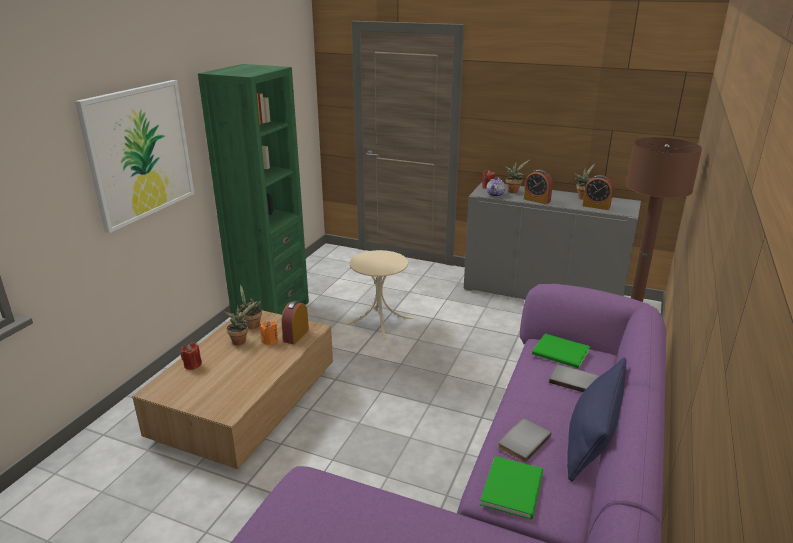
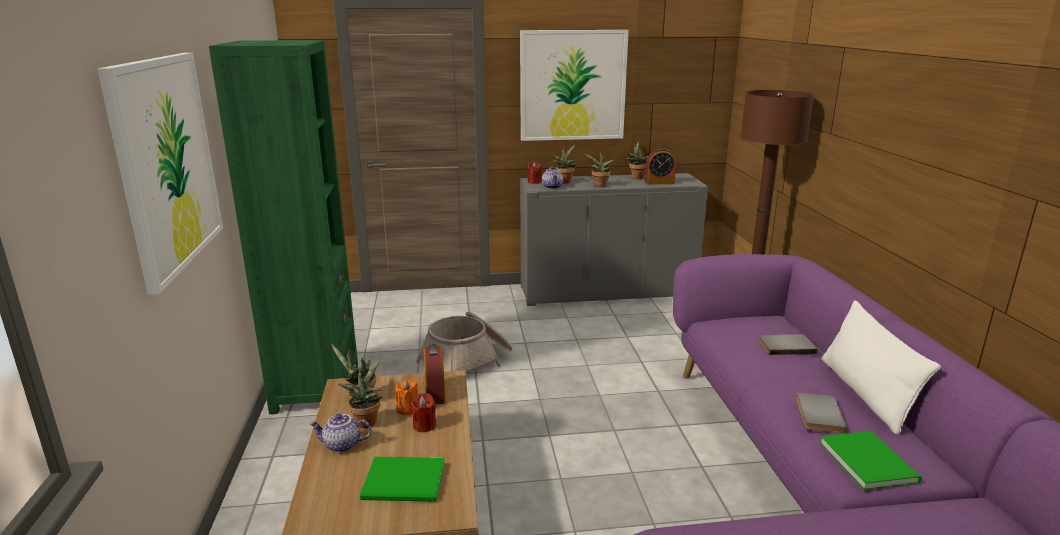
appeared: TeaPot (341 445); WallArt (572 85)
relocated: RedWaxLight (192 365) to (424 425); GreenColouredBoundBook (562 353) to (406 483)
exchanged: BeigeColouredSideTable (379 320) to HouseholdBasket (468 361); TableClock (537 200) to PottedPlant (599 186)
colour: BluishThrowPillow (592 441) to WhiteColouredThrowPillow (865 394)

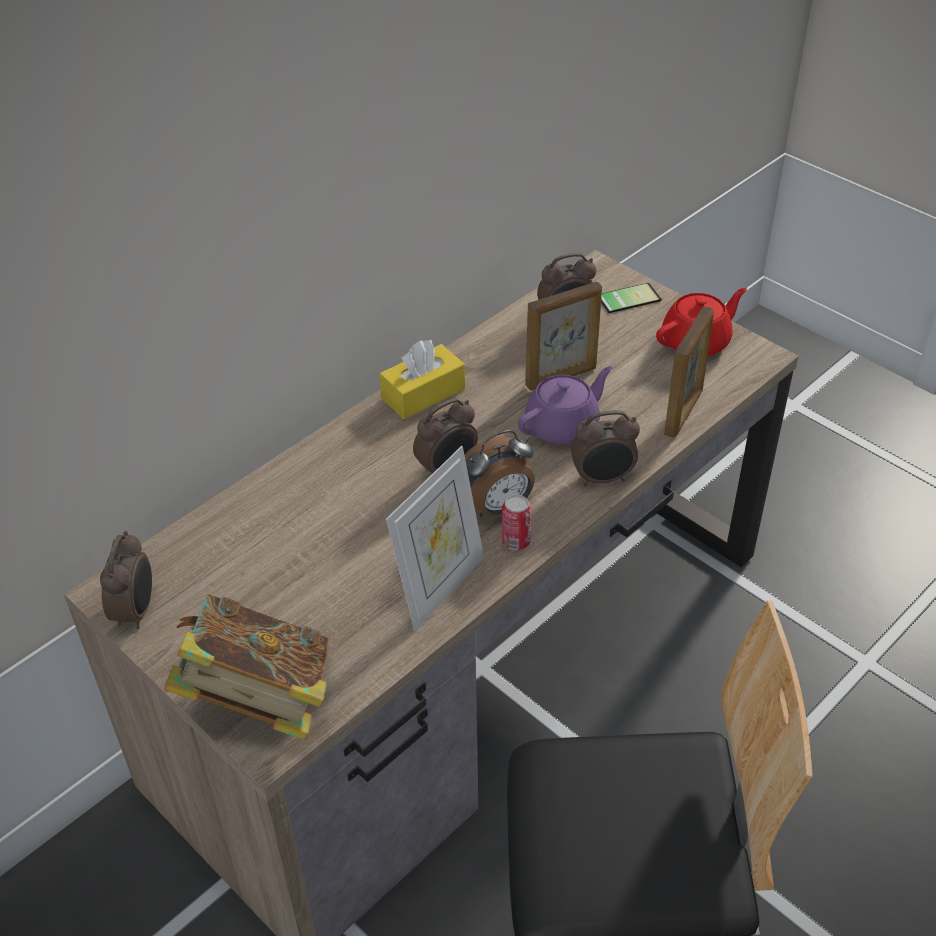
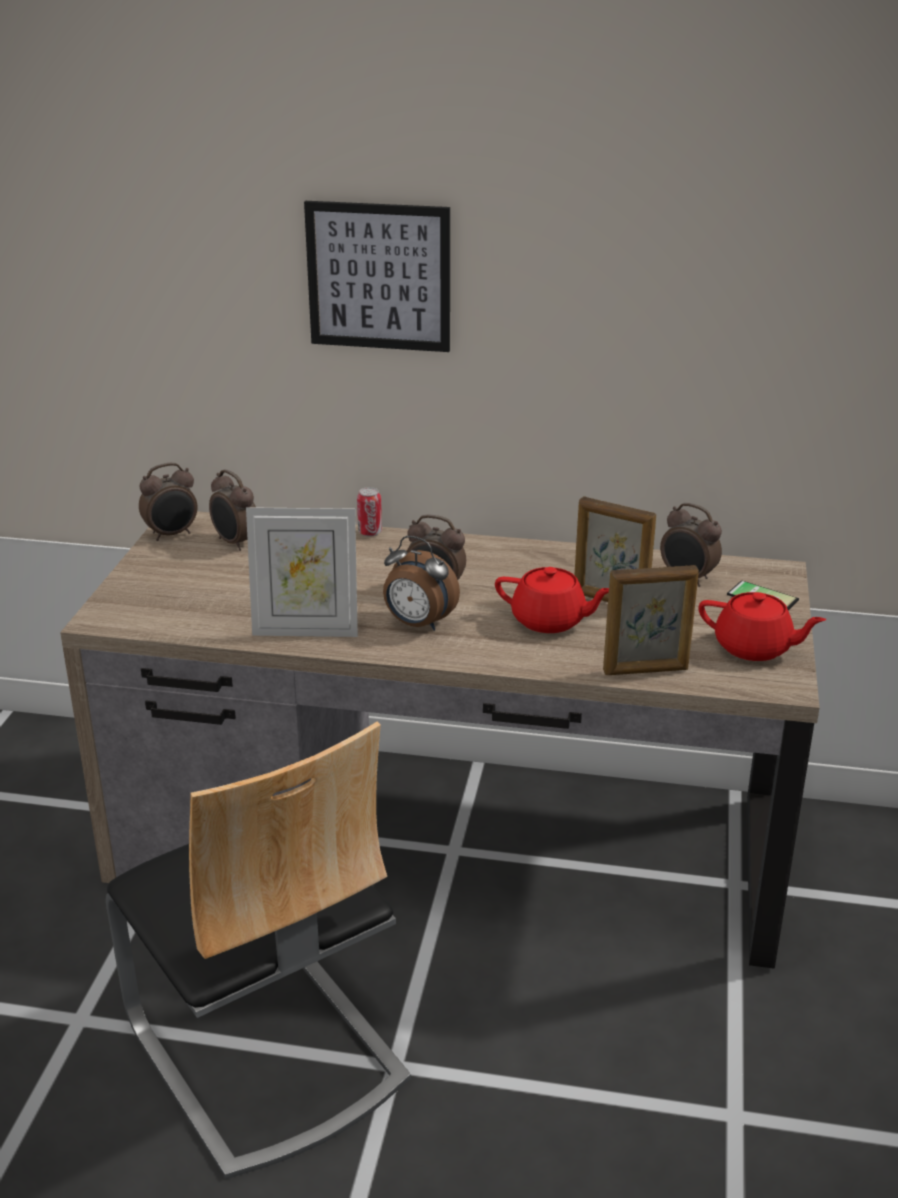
missing: BoundBook (259 699); YellowishTissueBox (423 393)
appeared: WallArt (379 276)
relocated: Can (516 541) to (370 532); TableClock (603 479) to (235 543)
colour: PurpleTeaPot (563 426) to RedTeaPot (550 621)

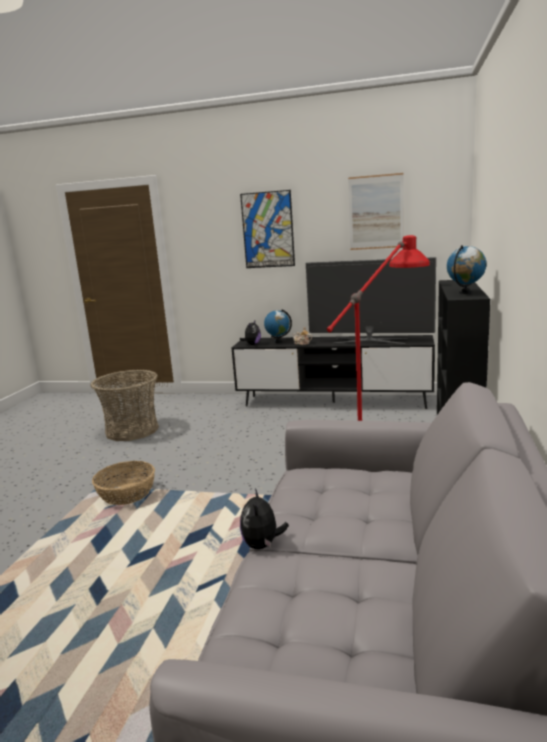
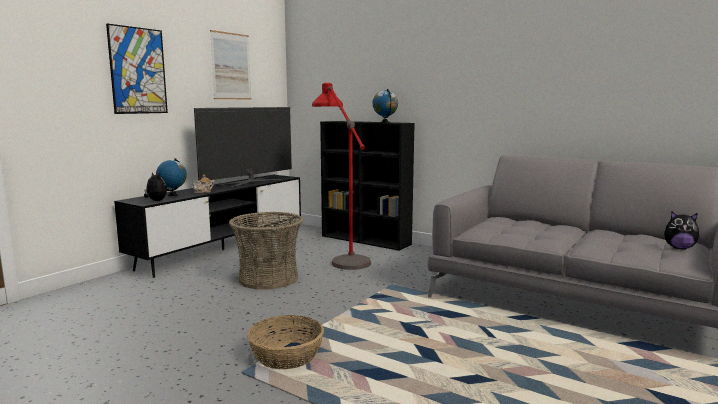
relocated: HouseholdBasket (132 430) to (268 278); PlushToy (262 545) to (679 248)

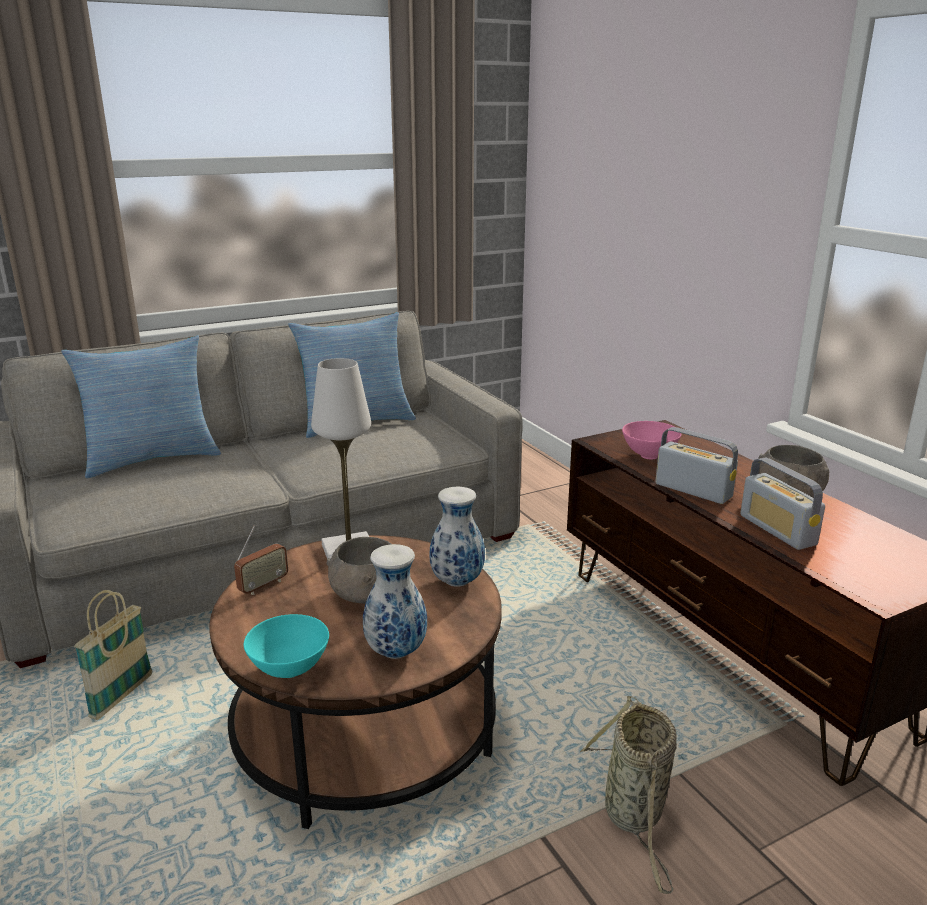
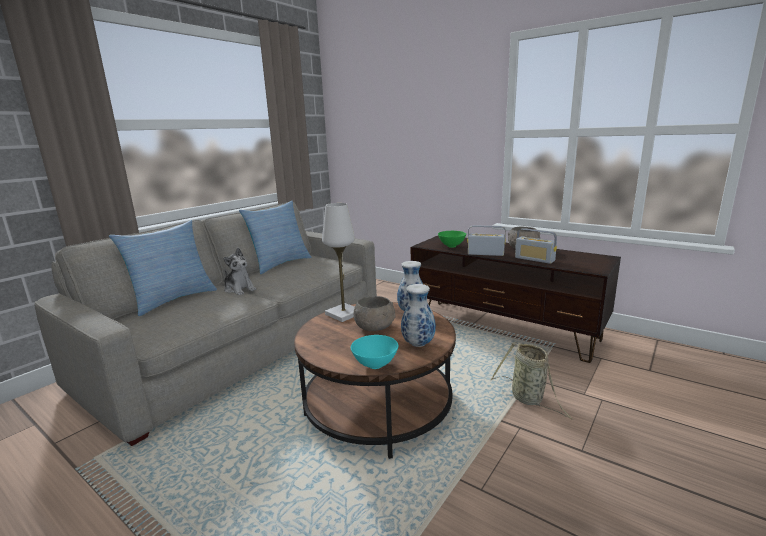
missing: HouseholdBasket (122 697); RadioReceiver (263 586)
appeared: PlushToy (239 289)
colour: PinkColouredServingBowl (649 456) to GreenColouredServingBowl (452 246)

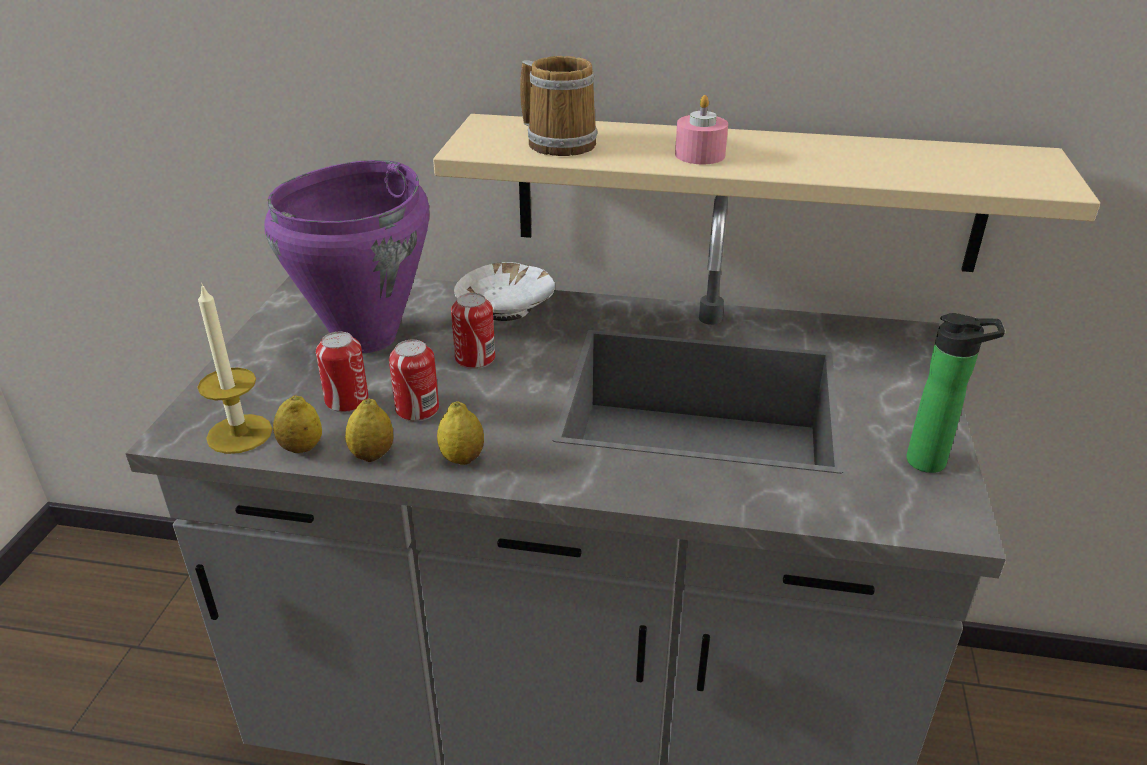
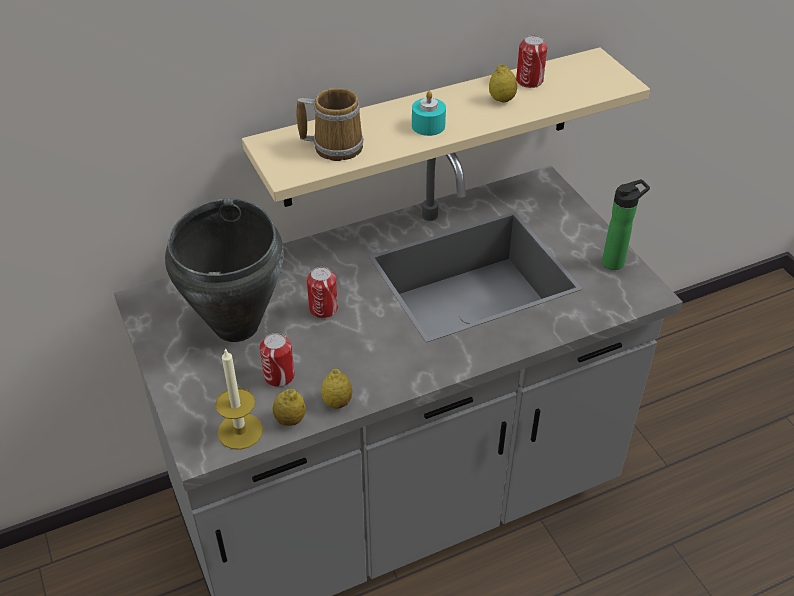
missing: WhiteColouredServingBowl (506 307)
relocated: Can (417 409) to (529 81); WholeLemon (462 458) to (502 99)
colour: PurpleCookingPot (368 338) to BlackishCookingPot (237 325); PinkColouredWaxLight (700 155) to TurquoiseWaxLight (428 126)

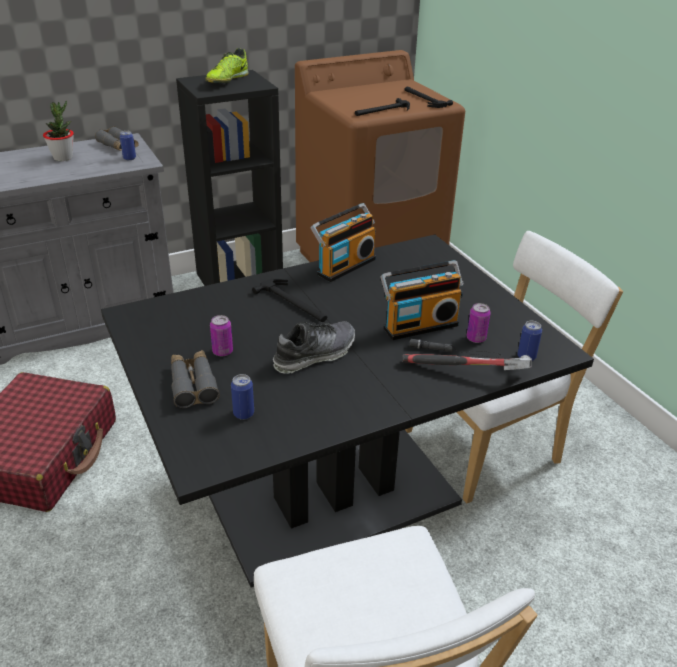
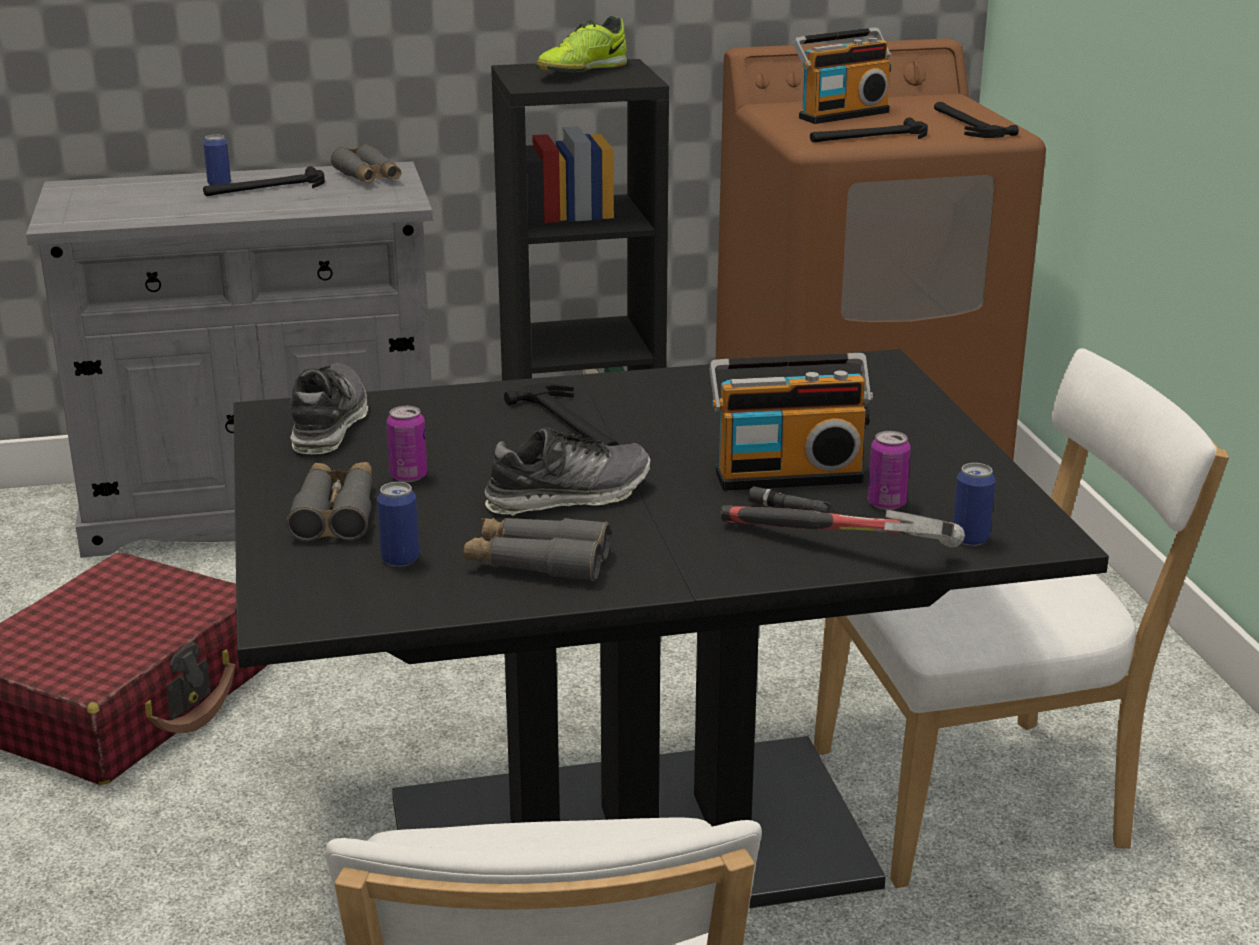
appeared: Shoe (328 425); GreyPairOfBinoculars (537 562)
relocated: Can (129 158) to (219 184); RadioReceiver (344 266) to (841 114)
exchanged: PottedPlant (63 158) to Hammer (265 188)

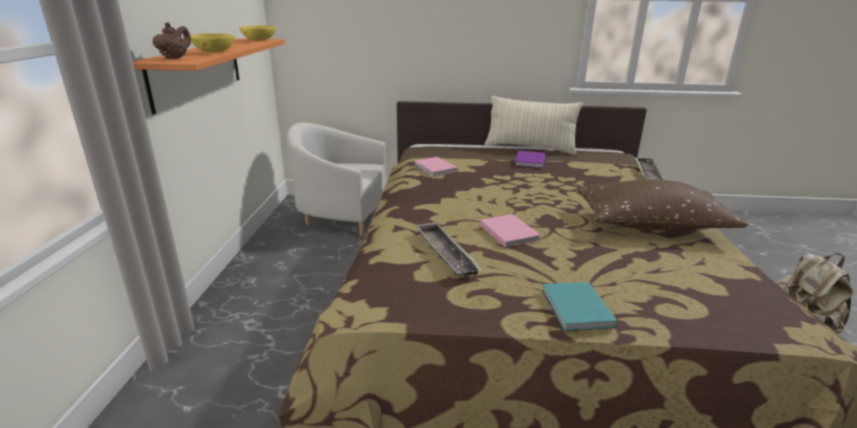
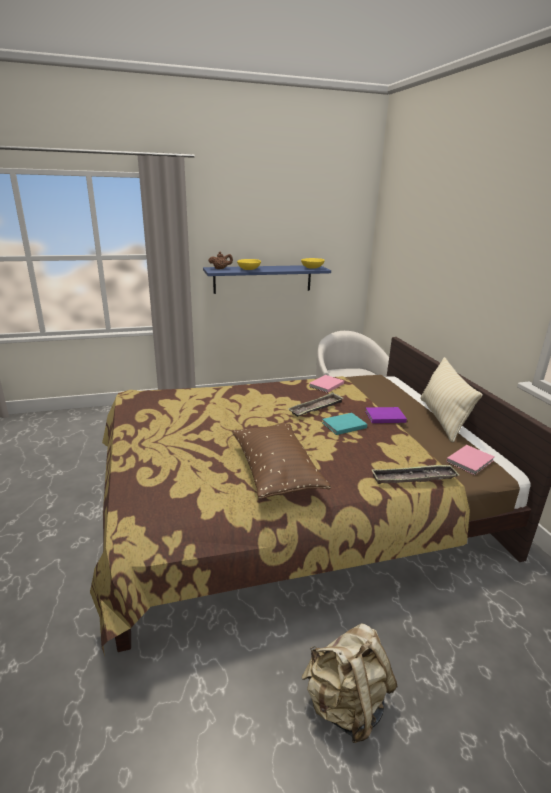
relocated: ServingTray (445 253) to (316 408); PinkColouredBoundBook (509 232) to (471 461); TurquoiseBoundBook (576 309) to (343 425)
colour: OrangeColouredBracketShelf (197 71) to BluishBracketShelf (263 279)

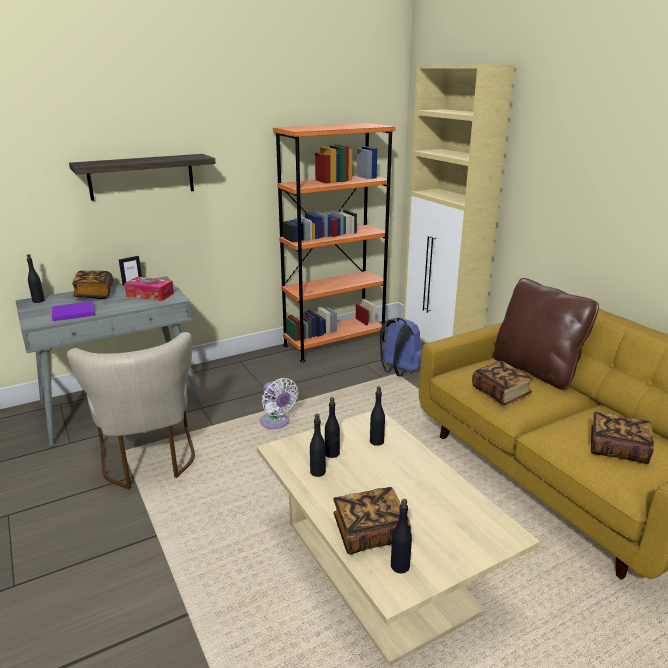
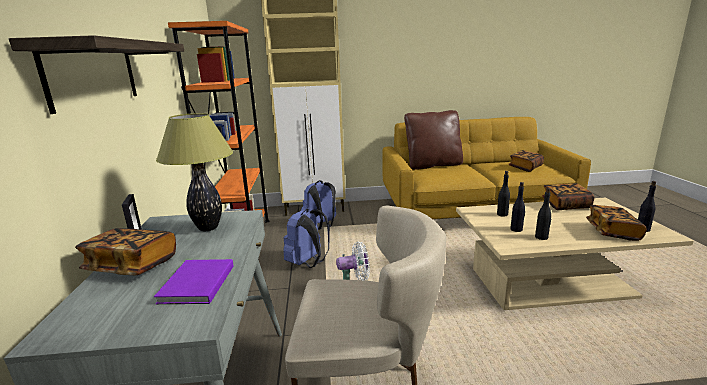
missing: BlackishBottle (38 301)
appeared: BluishRucksack (308 263)
relocated: BoundBook (500 393) to (565 205)
exchanged: TissueBox (150 295) to TabletopLamp (208 228)

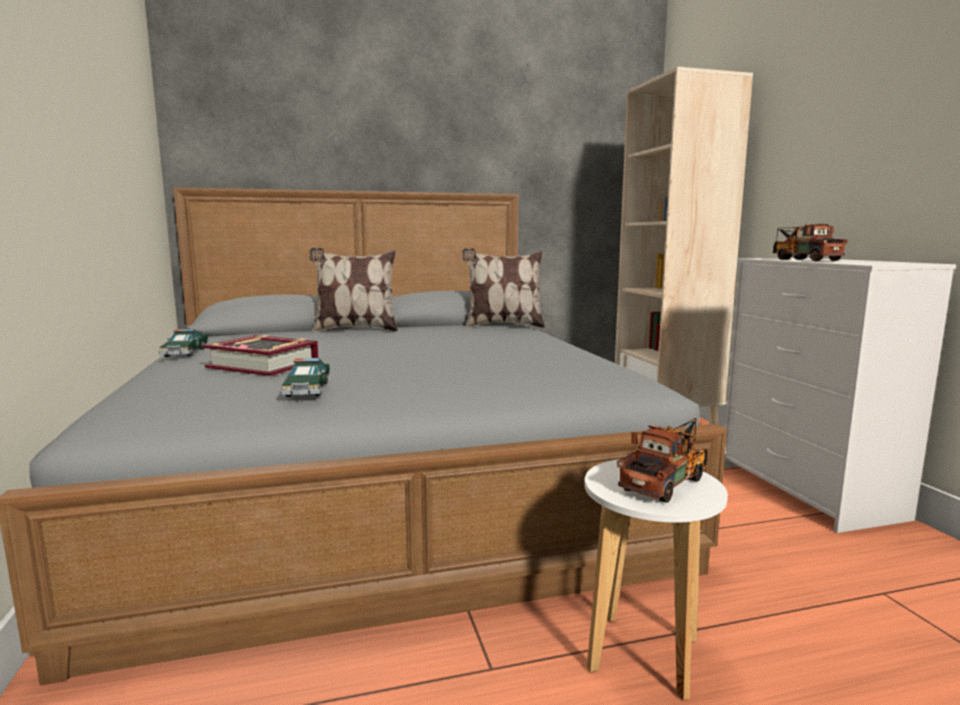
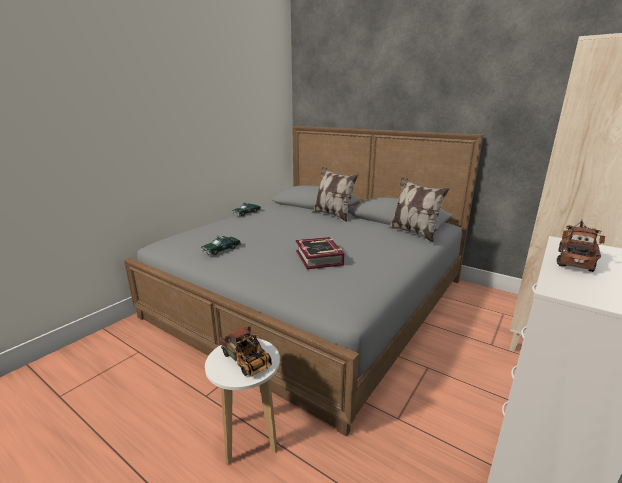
relocated: BoundBook (264 365) to (319 258)
spun: ToyTruck (667 481) = (248 362) 45 degrees clockwise

